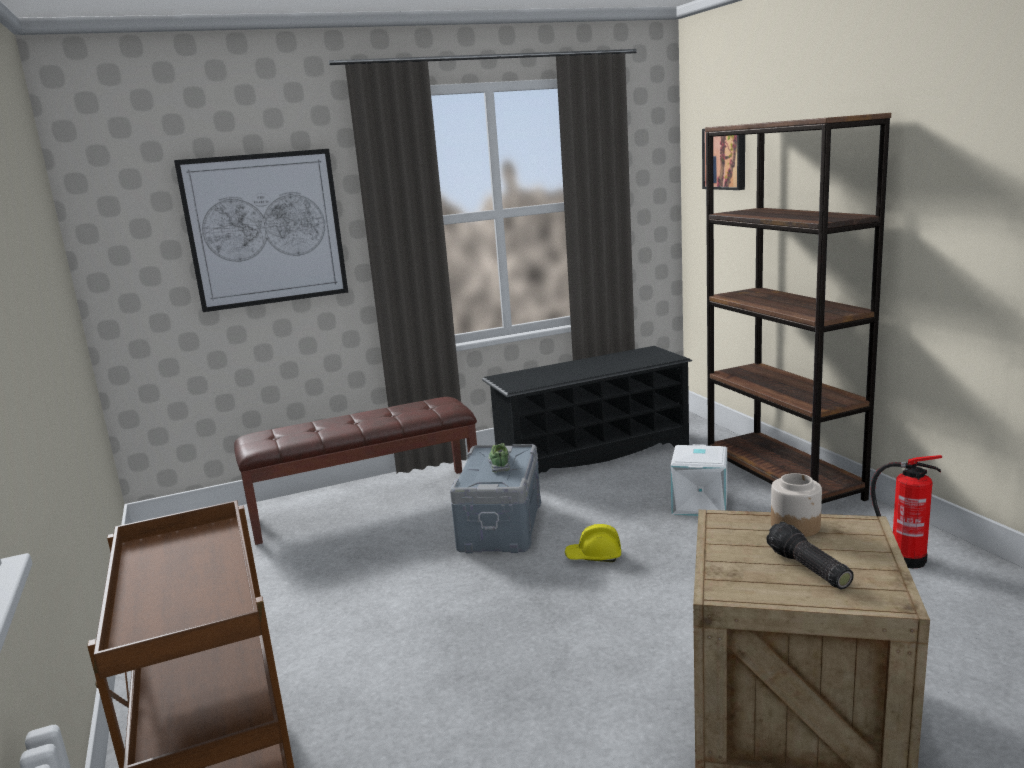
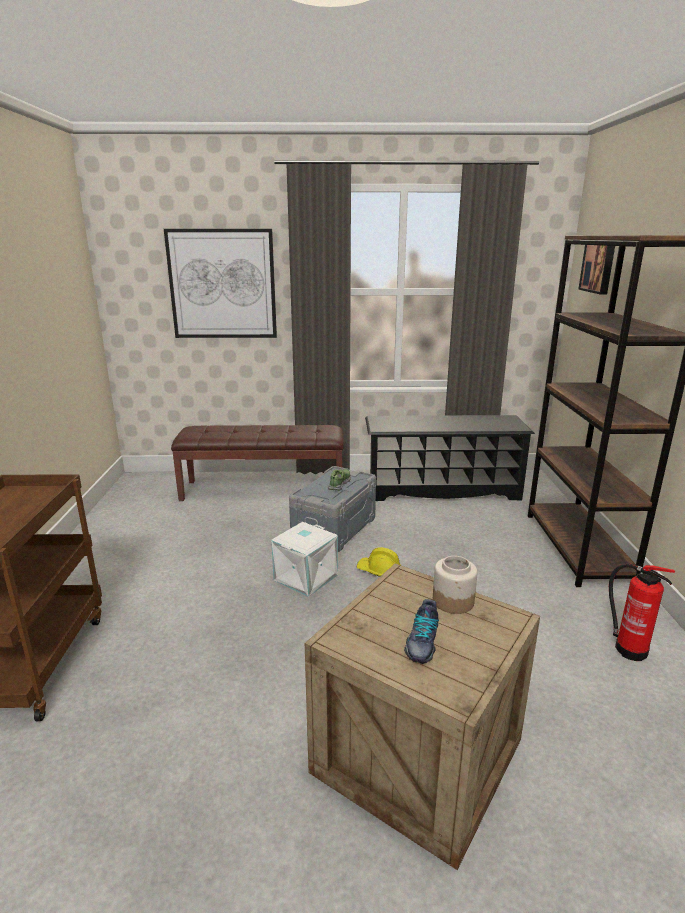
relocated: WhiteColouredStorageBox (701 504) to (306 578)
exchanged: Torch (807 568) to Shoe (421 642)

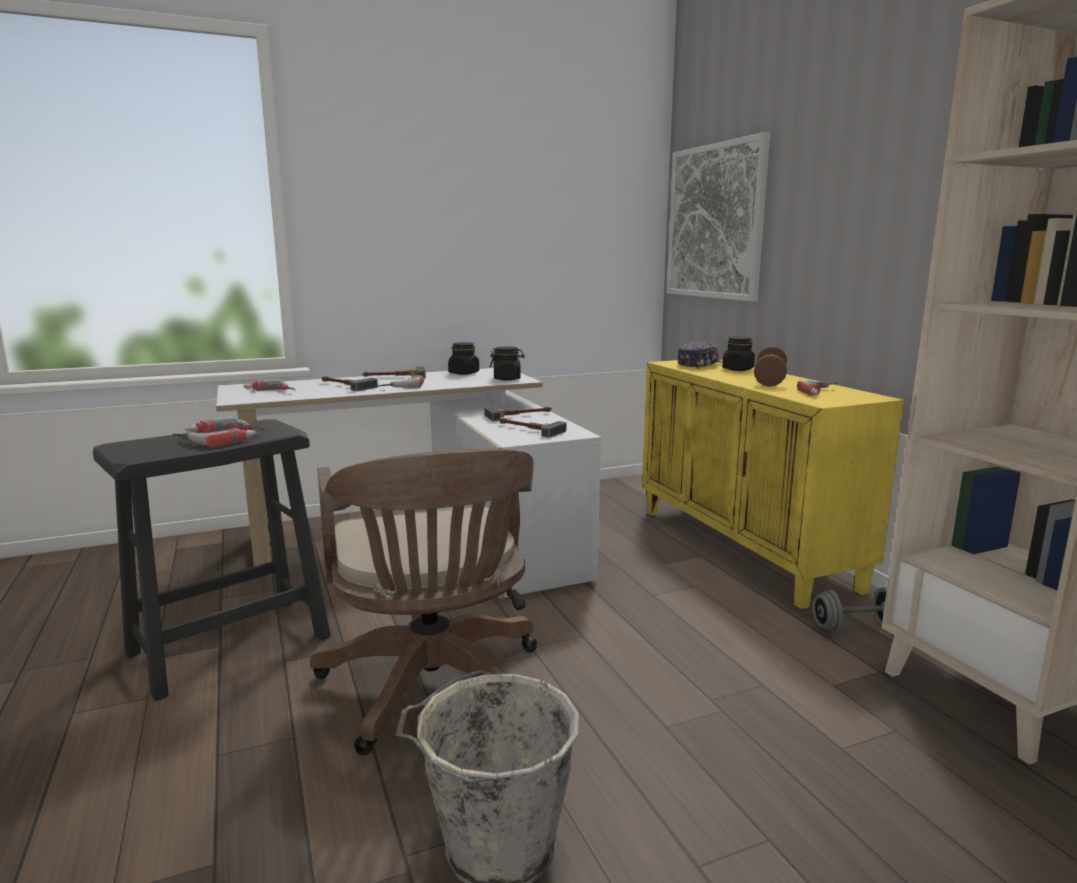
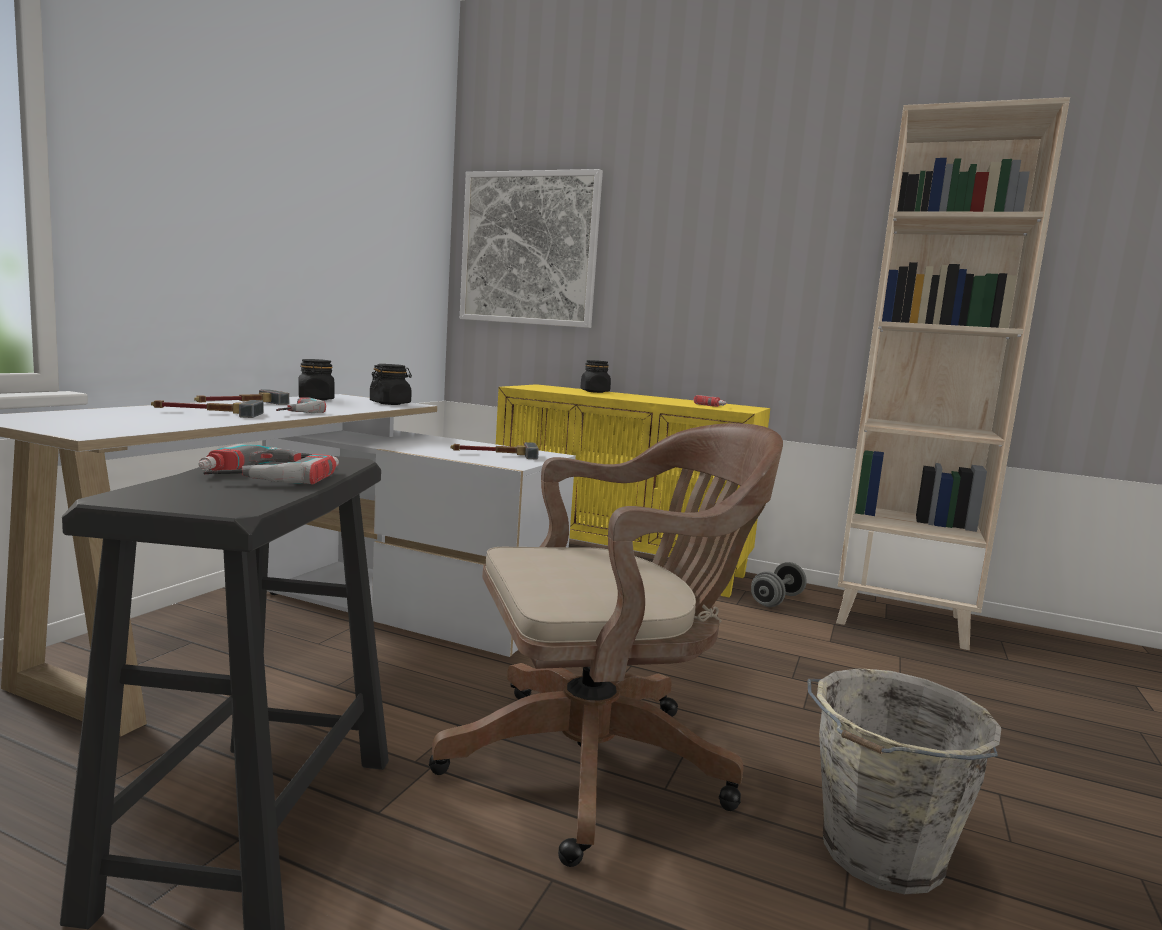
missing: Drill (269 392); Hammer (520 416); PeakedCap (698 364); BrownColouredFreeWeight (769 380)
spun: BrownColouredDeskChair (434 690) = (602 762) 45 degrees counterclockwise

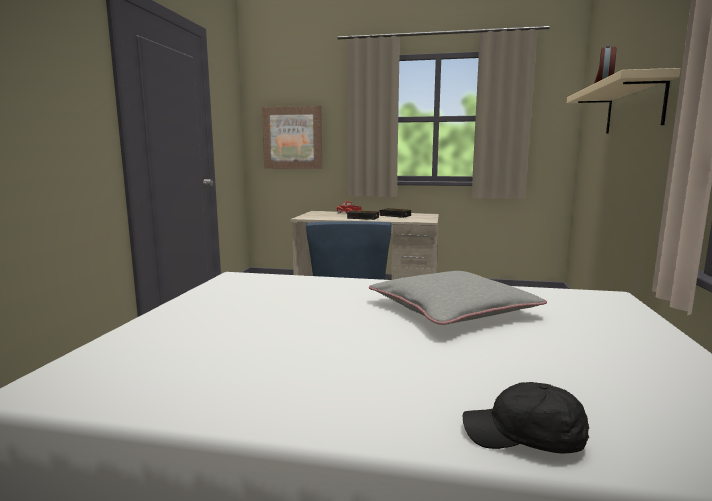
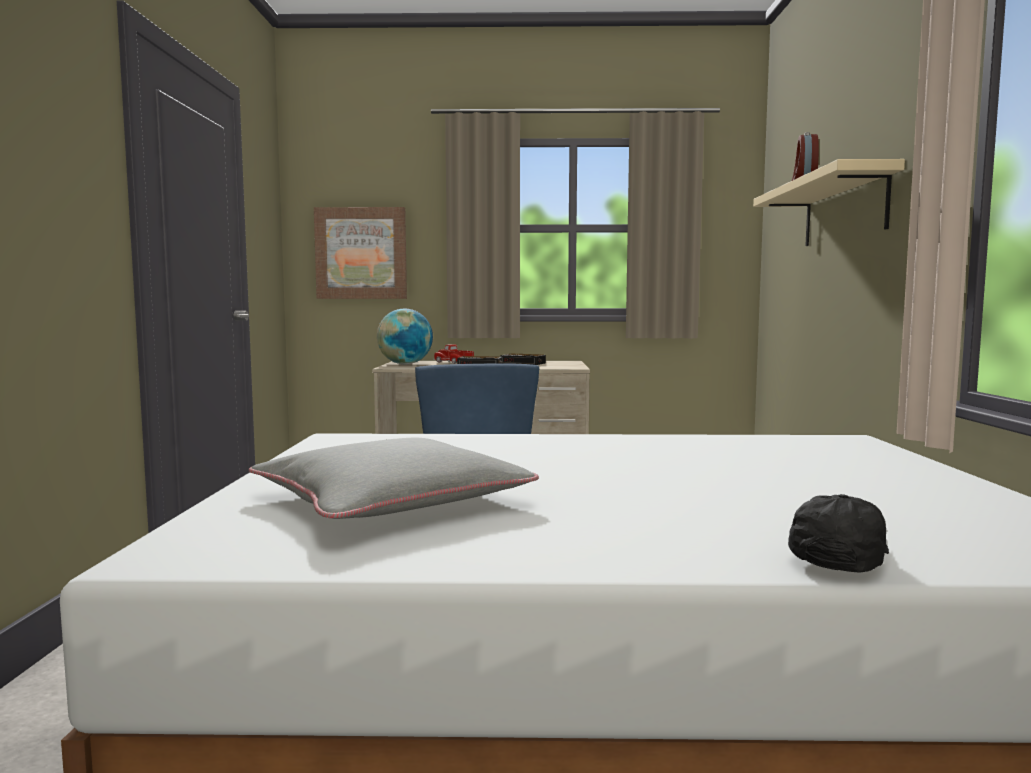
appeared: WorldGlobe (405 364)
relocated: GreyThrowPillow (452 309) to (391 500)
spun: BlackishPeakedCap (524 438) = (840 558) 120 degrees clockwise

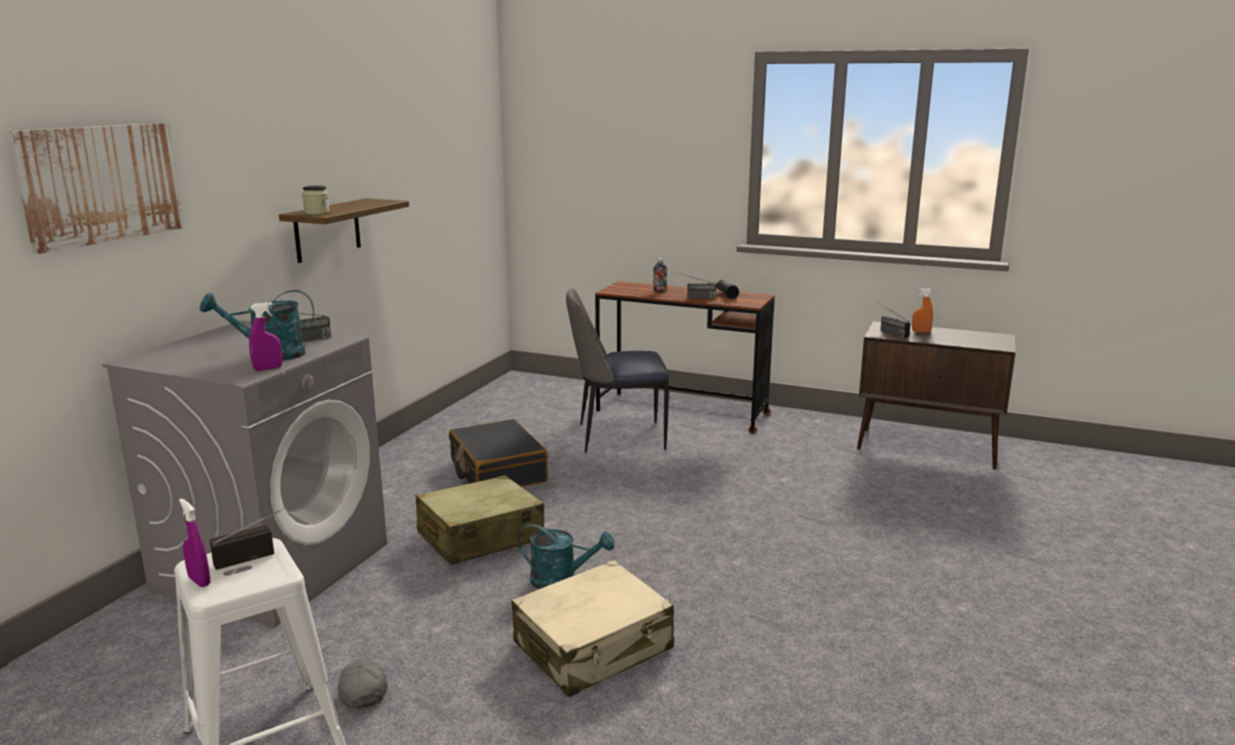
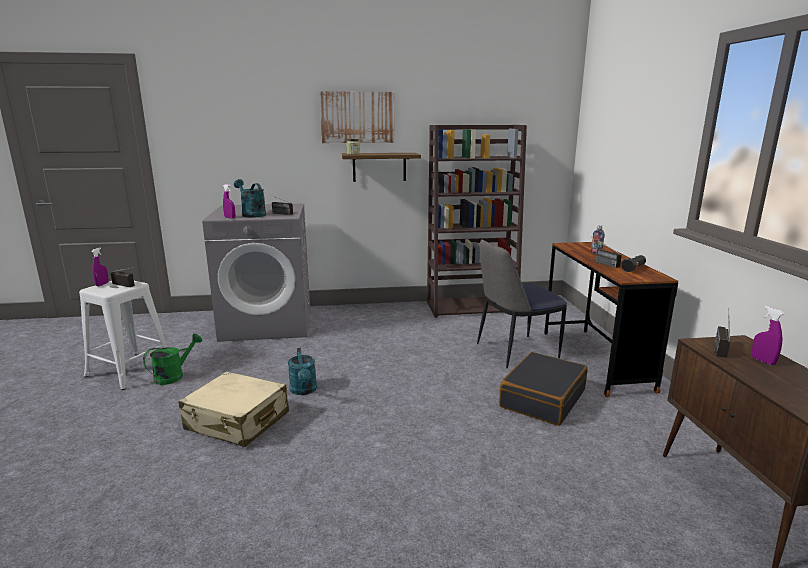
missing: BeigeColouredSuitcase (480 537)
appeared: BrownColouredBookshelf (472 307)
relocated: WallArt (101 184) to (357 117); BlackishSuitcase (497 471) to (542 398)
exchanged: GreyPeakedCap (362 690) to GreenColouredWateringPot (174 376)
colour: OrangeColouredSprayBottle (921 332) to PurpleSprayBottle (763 361)
spun: PlainChair (617 437) = (514 351) 75 degrees counterclockwise

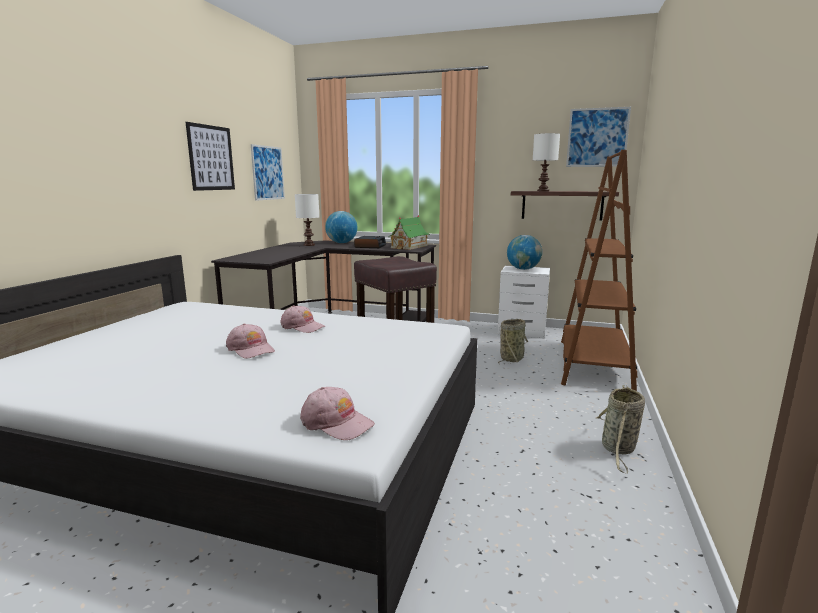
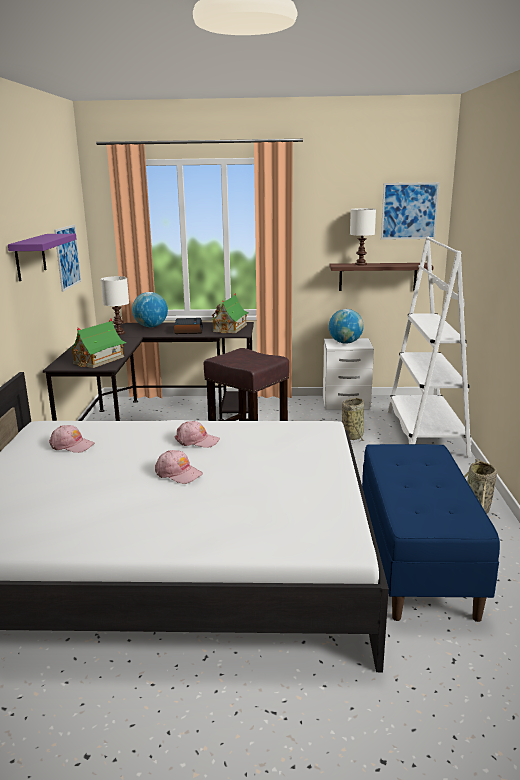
appeared: ToyHouse (98 360); BluishIndoorBench (415 560)
relocated: PinkColouredPeakedCap (336 423) to (72 445)
exchanged: WallArt (211 158) to PurpleBracketShelf (30 257)
colour: BrownColouredBookshelf (593 364) to WhiteColouredBookshelf (425 433)

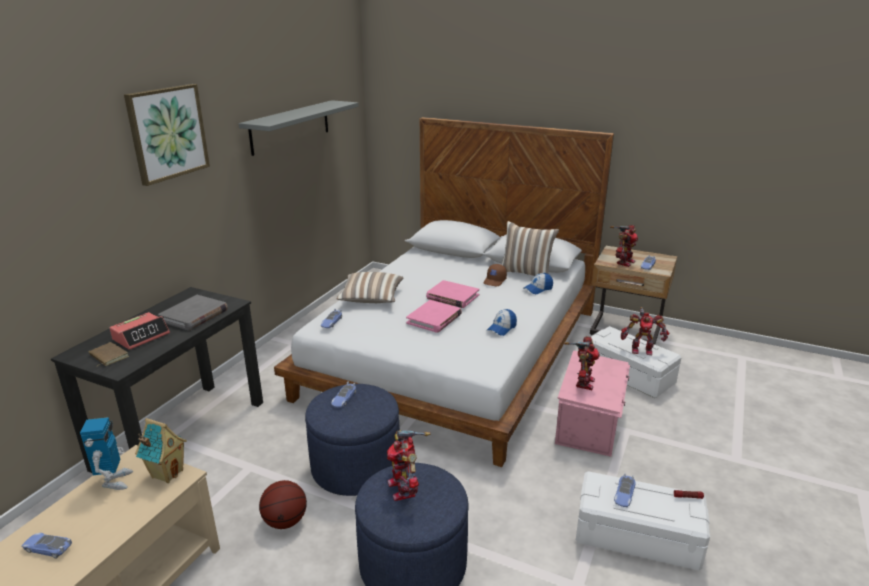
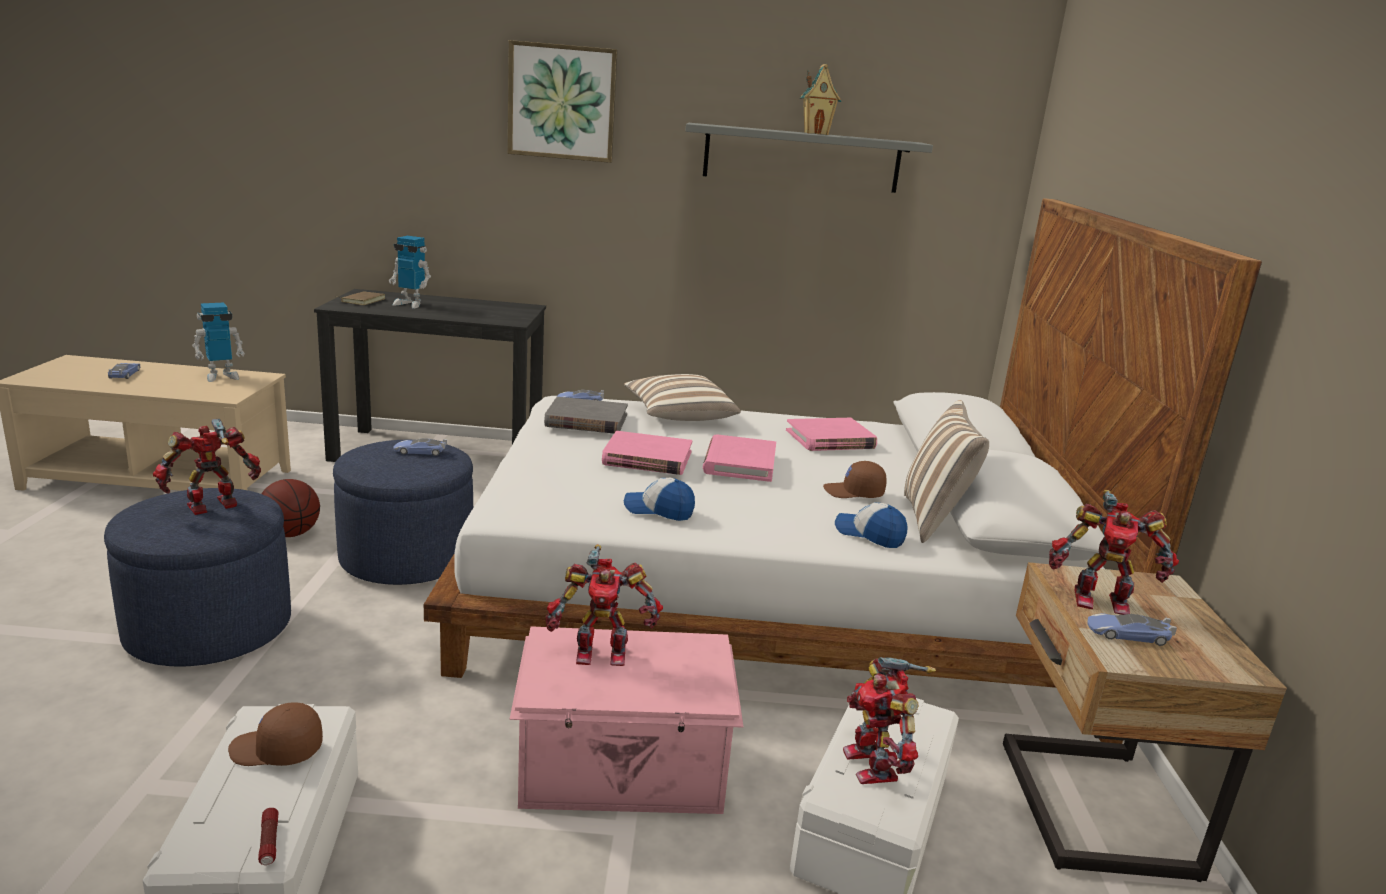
appeared: PinkColouredBoundBook (830 439)
relocated: ToyHouse (167 473) to (816 133); GreyBoundBook (194 315) to (586 420)
exchanged: TableClock (141 336) to ModelRobot (410 304); MiniatureCar (624 494) to BrownColouredPeakedCap (276 750)

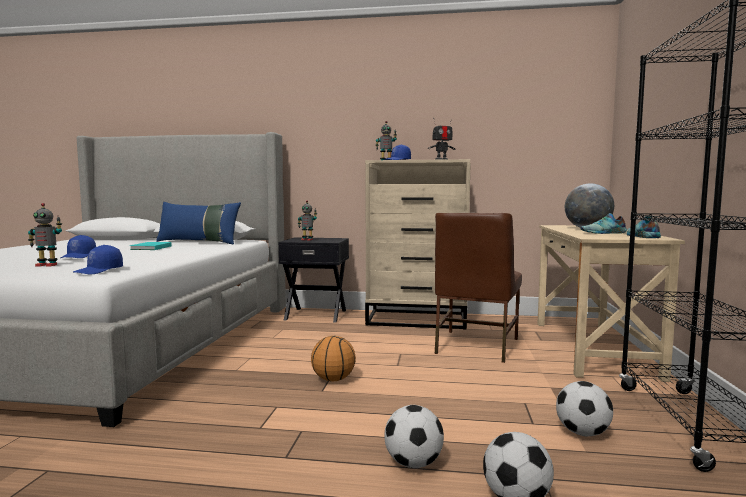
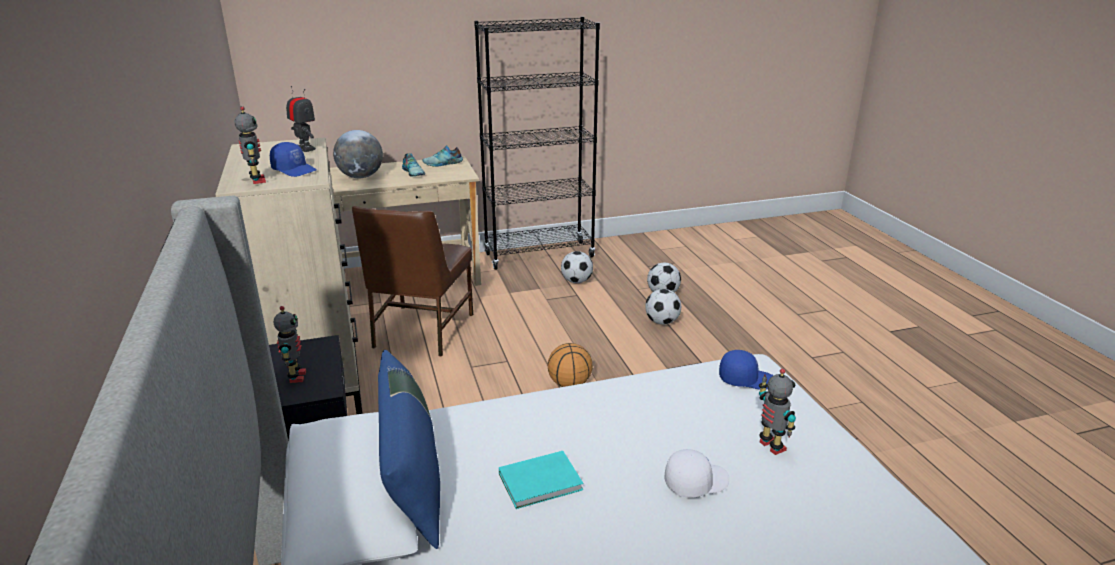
colour: BluishPeakedCap (79 256) to WhiteColouredPeakedCap (695 481)
spun: BrownColouredPlainChair (475 346) = (421 331) 105 degrees clockwise

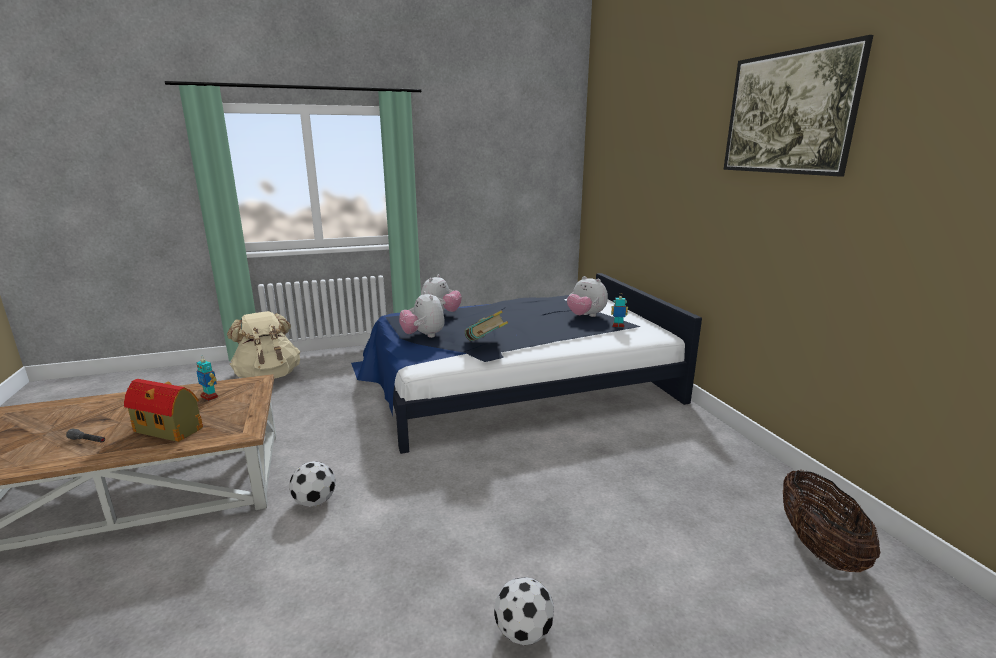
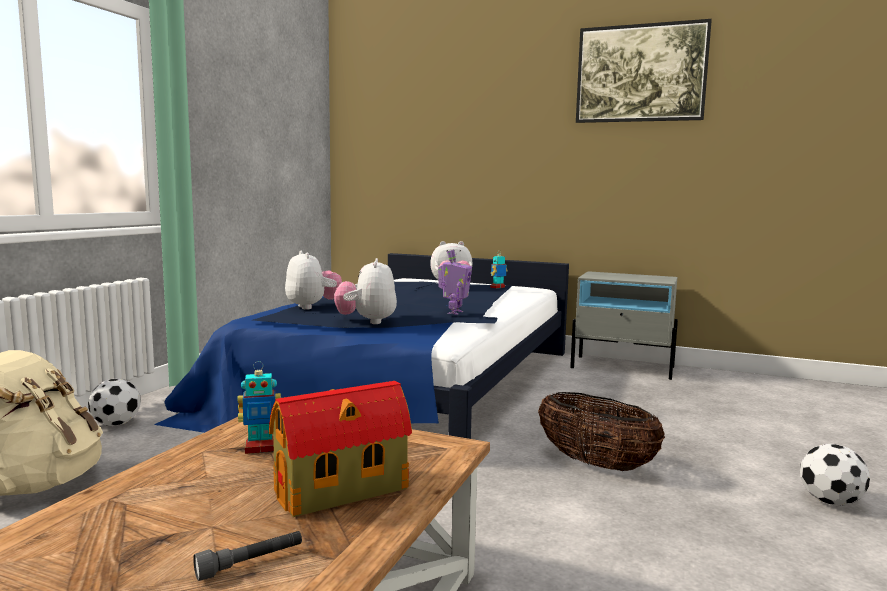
appeared: GreyNightstand (623 367)
relocated: FootballBall (315 501) to (116 424); HouseholdBasket (818 547) to (596 464)
exchanged: BoundBook (486 344) to ModelRobot (454 312)
spun: PlushToy (423 336) = (367 321) 75 degrees clockwise

